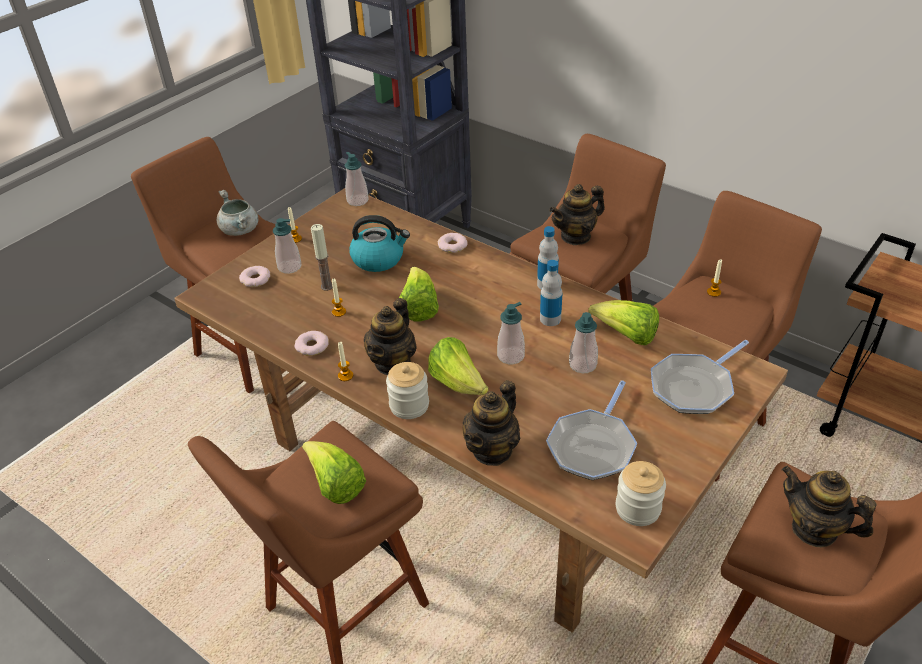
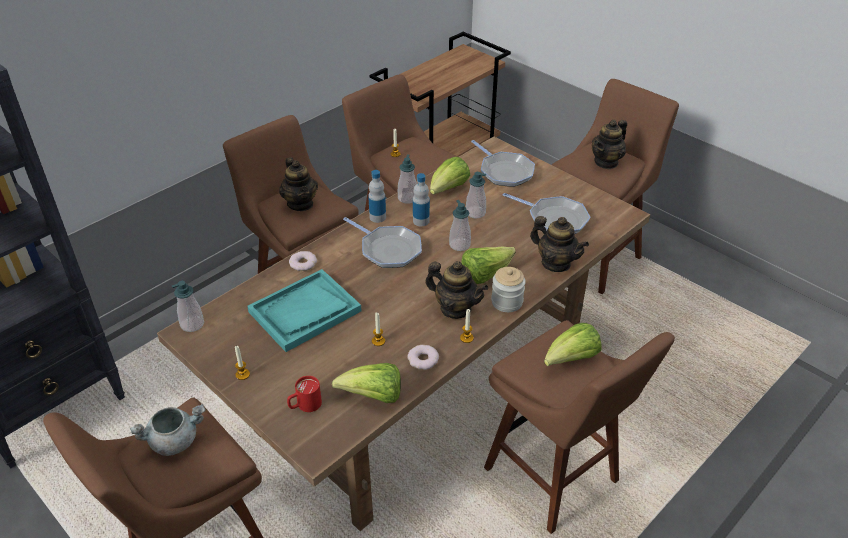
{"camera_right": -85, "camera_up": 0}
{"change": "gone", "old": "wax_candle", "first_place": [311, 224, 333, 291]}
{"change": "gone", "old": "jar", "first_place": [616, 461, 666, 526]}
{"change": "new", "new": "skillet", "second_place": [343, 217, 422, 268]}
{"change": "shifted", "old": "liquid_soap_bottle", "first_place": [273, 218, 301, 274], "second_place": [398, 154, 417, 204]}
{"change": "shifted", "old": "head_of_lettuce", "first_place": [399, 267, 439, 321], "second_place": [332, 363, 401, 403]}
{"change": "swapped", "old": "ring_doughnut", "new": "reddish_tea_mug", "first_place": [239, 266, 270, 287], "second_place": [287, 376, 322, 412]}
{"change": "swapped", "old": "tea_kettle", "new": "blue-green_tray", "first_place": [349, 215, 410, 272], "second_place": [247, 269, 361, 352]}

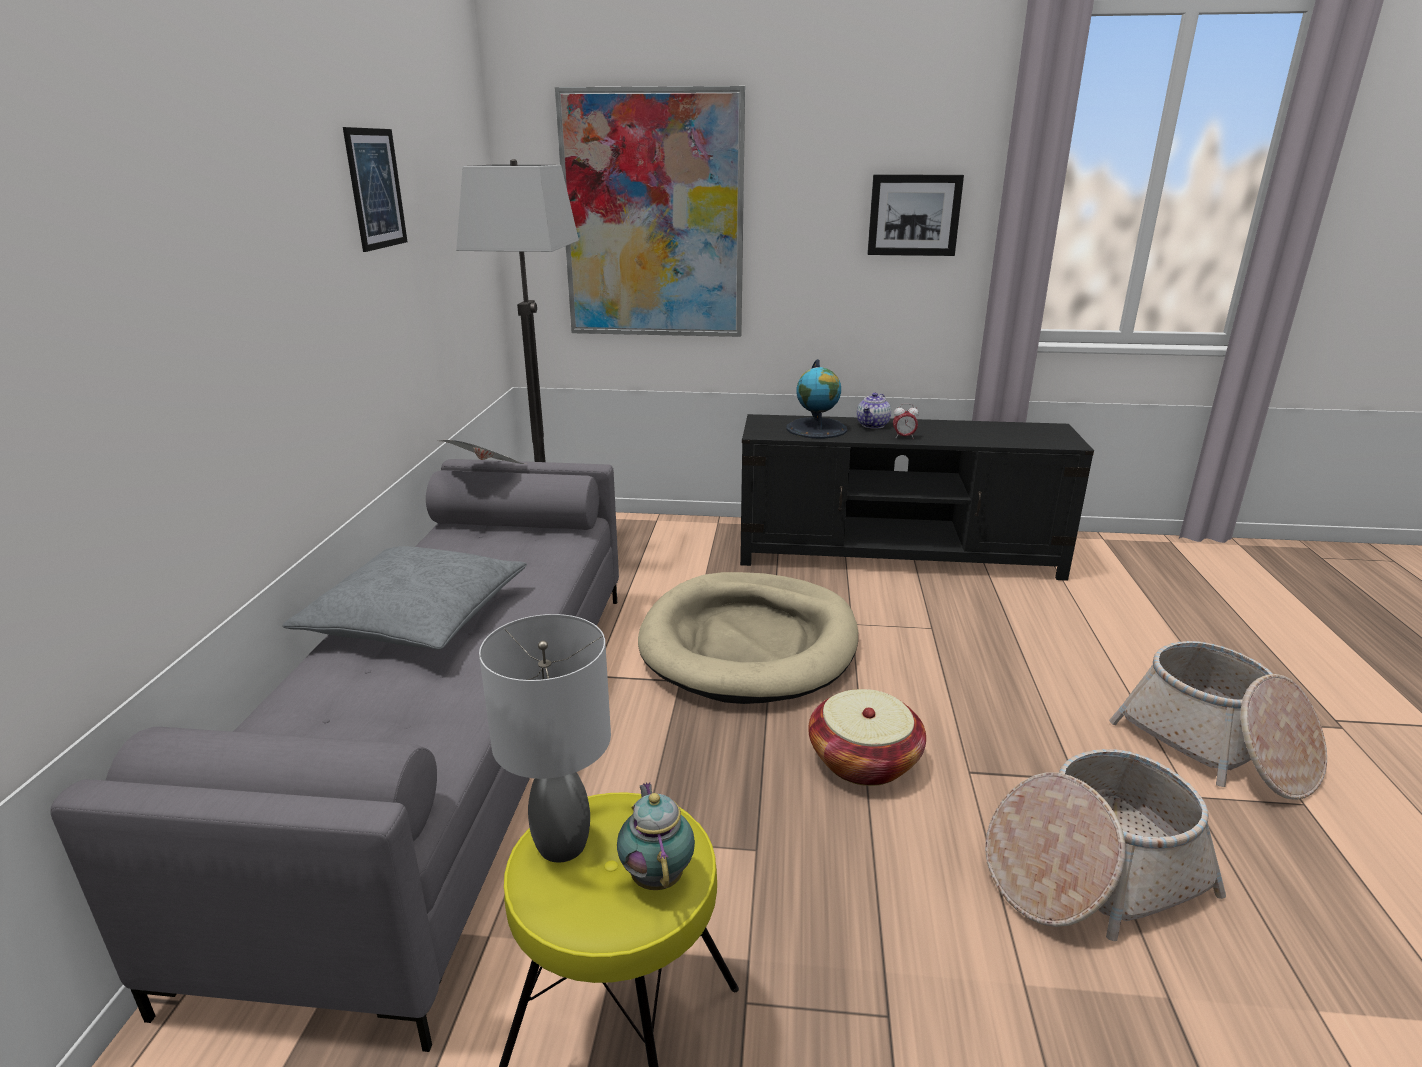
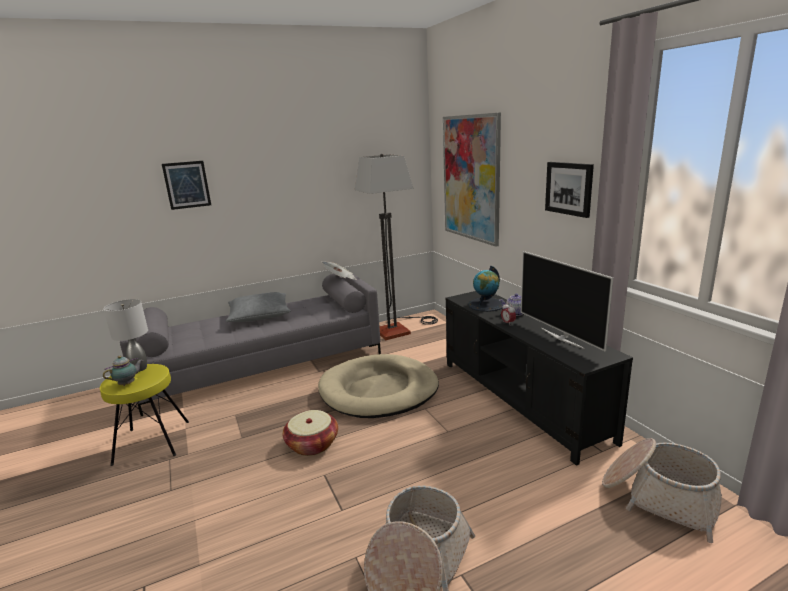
{"camera_right": 60, "camera_up": -5}
{"change": "new", "new": "TV", "second_place": [521, 251, 614, 352]}
{"change": "shifted", "old": "wall_picture", "first_place": [343, 127, 408, 252], "second_place": [162, 161, 211, 210]}
{"change": "shifted", "old": "storage_basket", "first_place": [985, 749, 1226, 941], "second_place": [602, 438, 722, 543]}

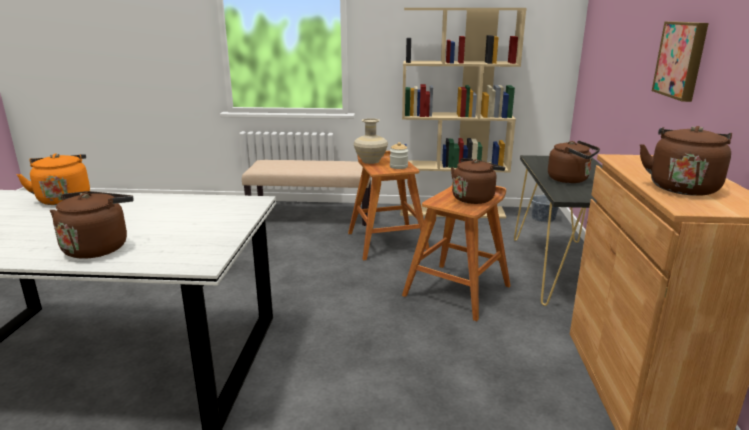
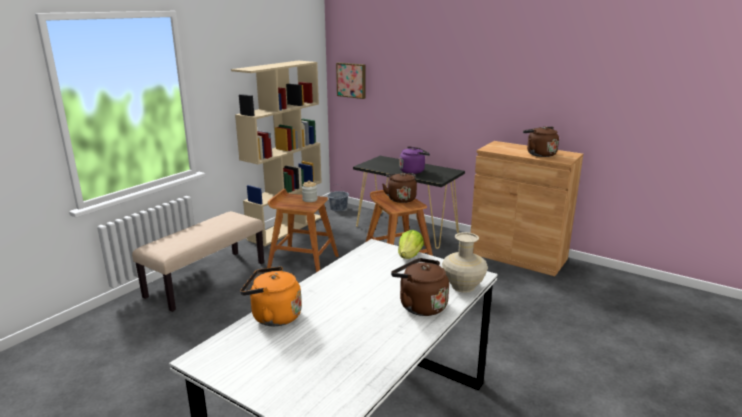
{"camera_right": -60, "camera_up": 0}
{"change": "new", "new": "head_of_lettuce", "second_place": [398, 230, 424, 259]}
{"change": "shifted", "old": "sand-coloured_vase", "first_place": [354, 118, 388, 164], "second_place": [442, 232, 488, 293]}
{"change": "shifted", "old": "wall_picture", "first_place": [652, 21, 709, 102], "second_place": [336, 62, 366, 99]}
{"change": "repainted", "old": "brownish_tea_kettle", "new": "purple-coloured_tea_kettle", "first_place": [548, 140, 600, 183], "second_place": [399, 146, 430, 174]}

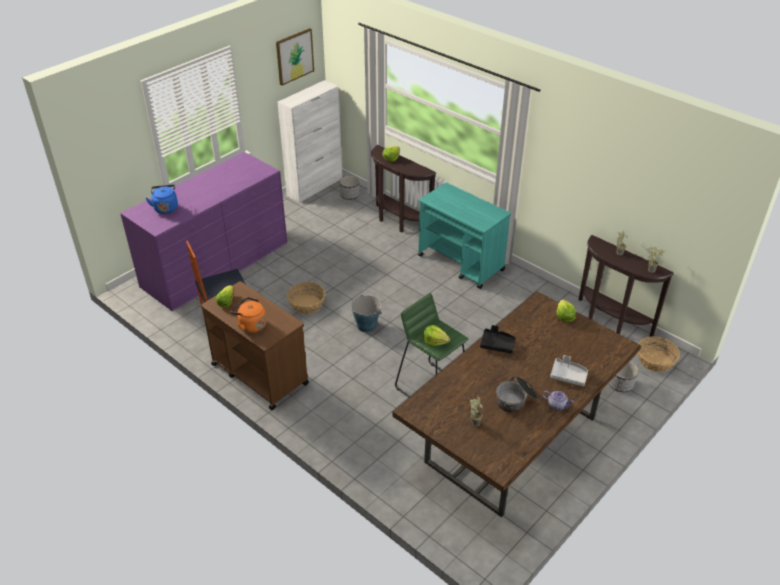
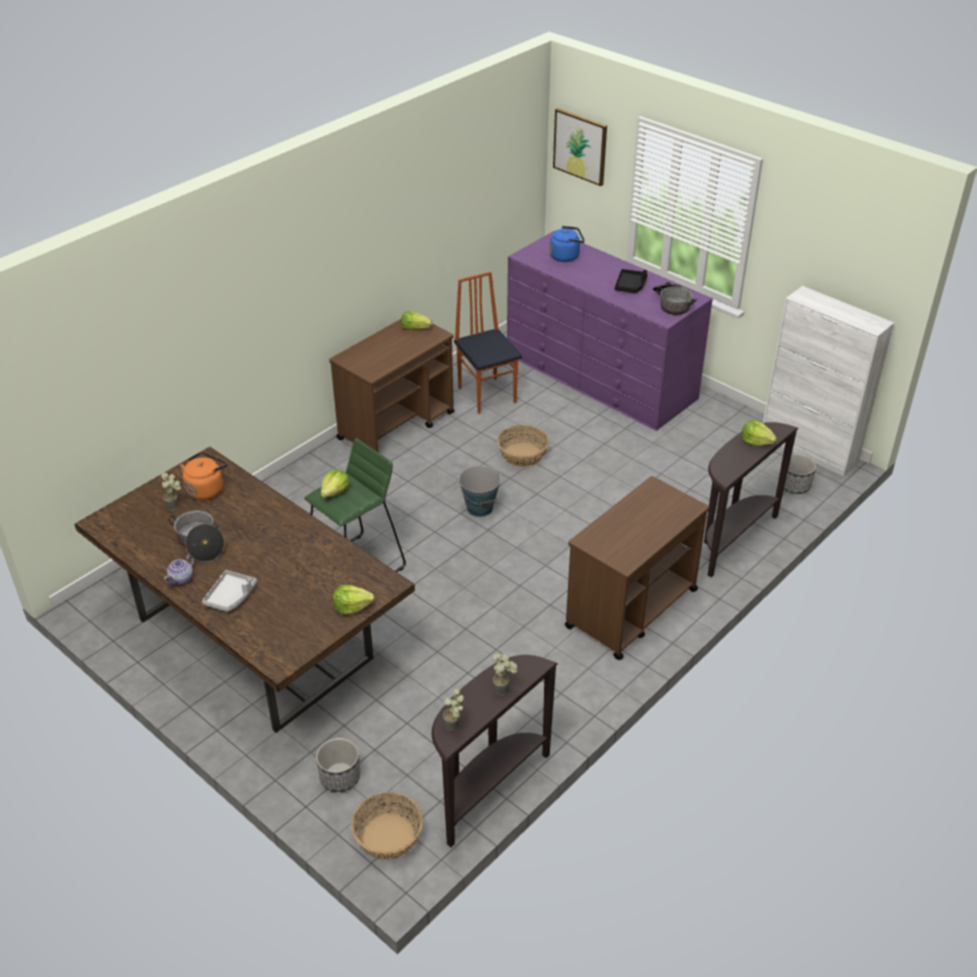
{"camera_right": 90, "camera_up": 0}
{"change": "new", "new": "stockpot", "second_place": [653, 282, 697, 315]}
{"change": "shifted", "old": "orangey_tea_kettle", "first_place": [231, 297, 266, 333], "second_place": [180, 452, 227, 500]}
{"change": "shifted", "old": "wall_picture", "first_place": [276, 28, 314, 86], "second_place": [553, 108, 607, 186]}
{"change": "shifted", "old": "blackish_tray", "first_place": [480, 325, 516, 353], "second_place": [615, 269, 647, 293]}
{"change": "repainted", "old": "blue-green_wheeled_cart", "new": "brownish_wheeled_cart", "first_place": [418, 182, 511, 289], "second_place": [565, 476, 709, 660]}

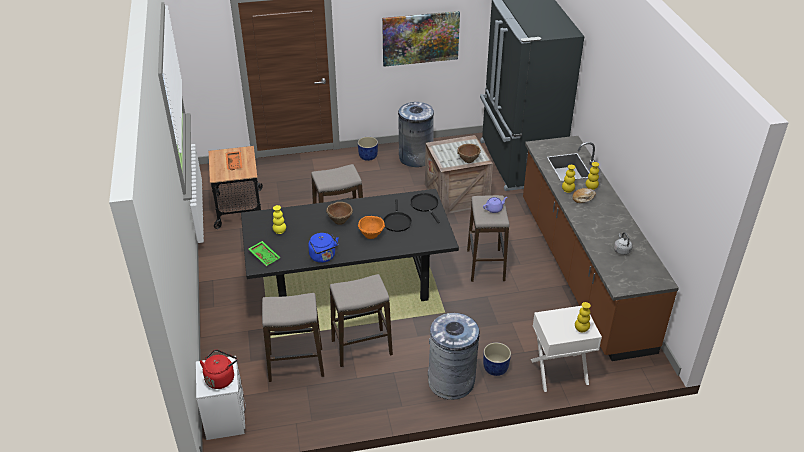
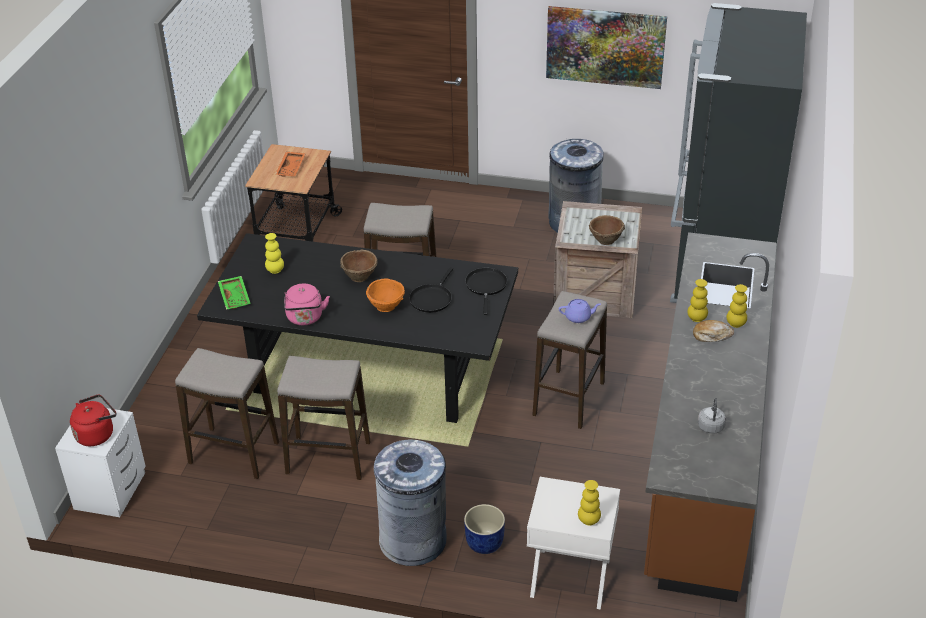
{"camera_right": 25, "camera_up": 0}
{"change": "gone", "old": "blue_flower_pot", "first_place": [358, 137, 378, 161]}
{"change": "repainted", "old": "blue_tea_kettle", "new": "pinkish_tea_kettle", "first_place": [308, 233, 339, 263], "second_place": [284, 284, 330, 325]}

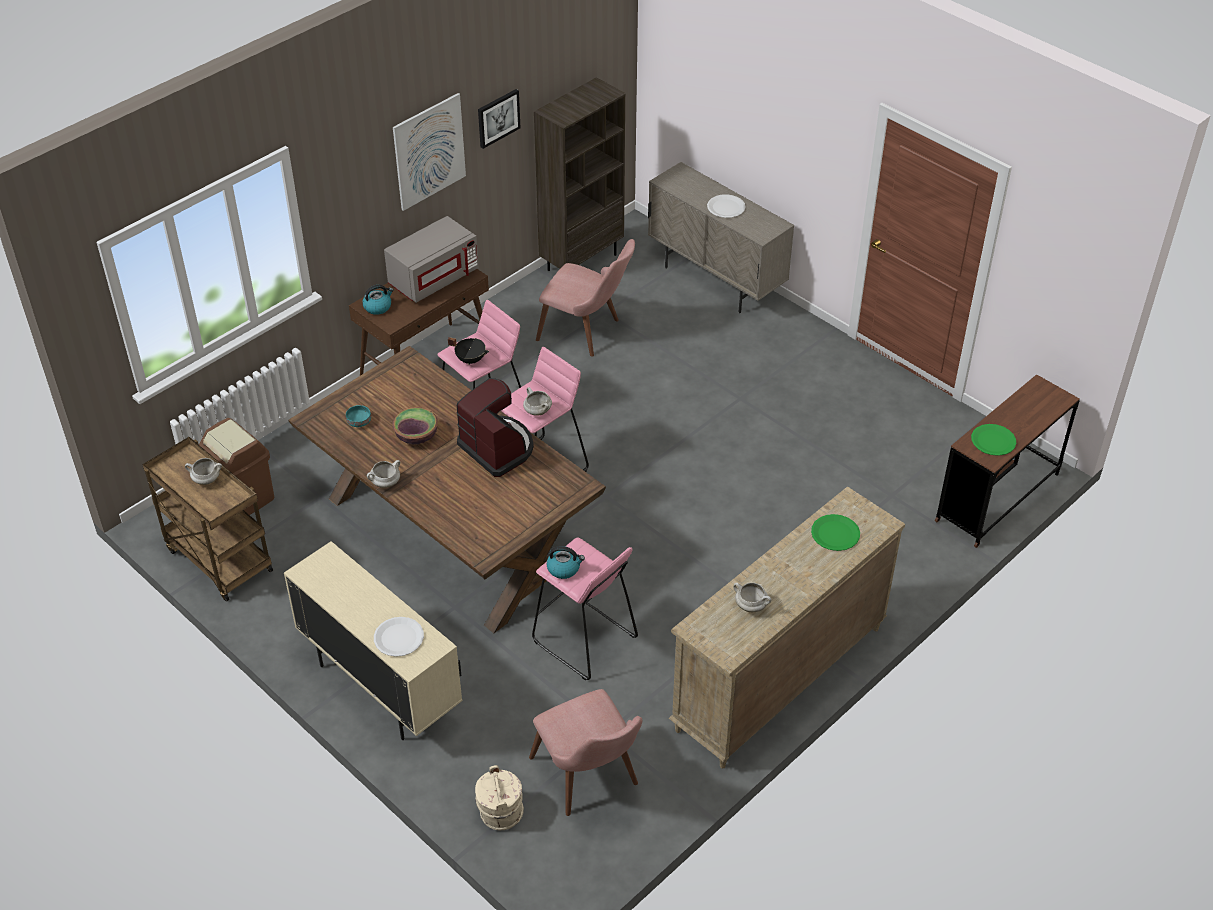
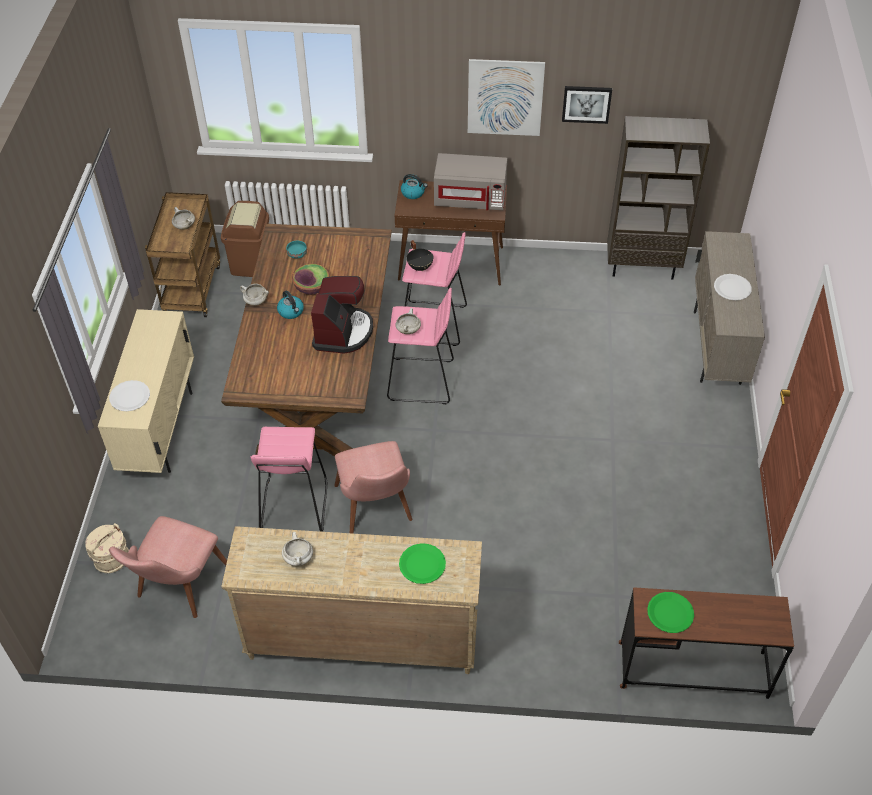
{"camera_right": 50, "camera_up": 5}
{"change": "shifted", "old": "pinkish_upright_chair", "first_place": [536, 239, 635, 357], "second_place": [334, 441, 412, 534]}
{"change": "shifted", "old": "tea_kettle", "first_place": [547, 546, 585, 579], "second_place": [277, 291, 304, 319]}

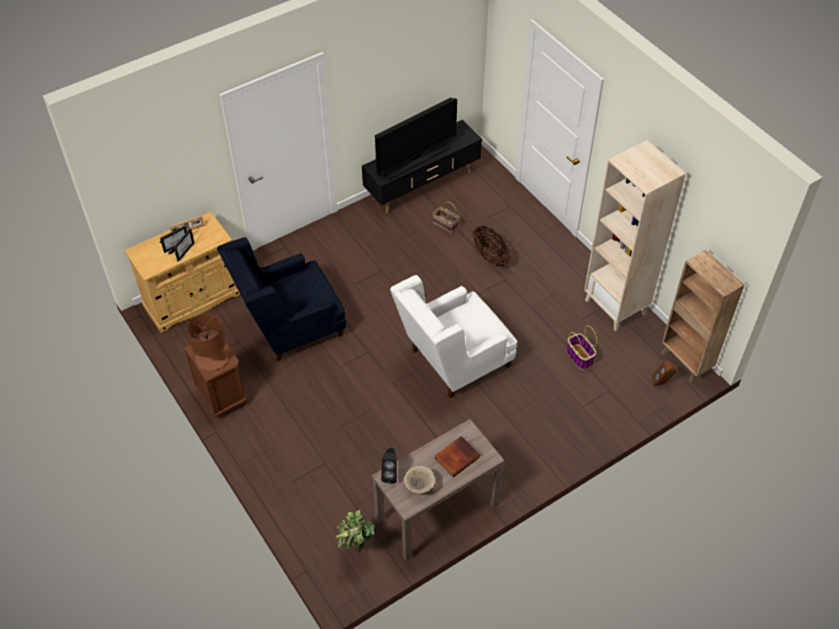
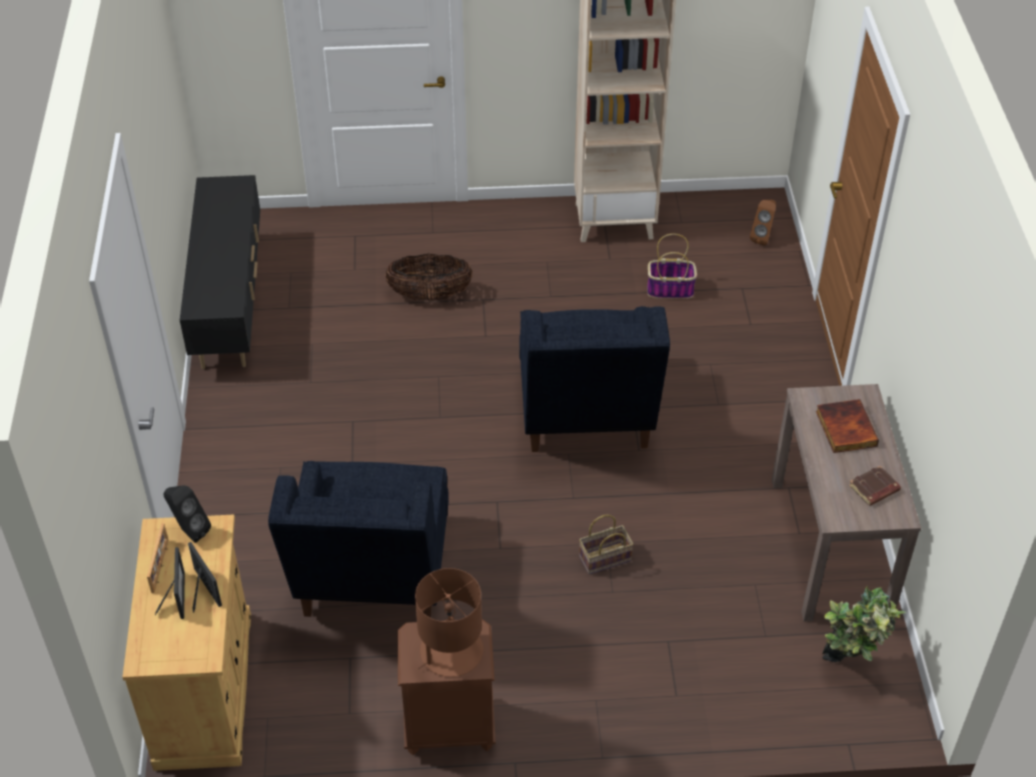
{"camera_right": -60, "camera_up": -5}
{"change": "gone", "old": "TV", "first_place": [375, 98, 457, 180]}
{"change": "gone", "old": "brownish_bookcase", "first_place": [661, 250, 745, 383]}
{"change": "shifted", "old": "blackish_loudspeaker", "first_place": [381, 448, 397, 484], "second_place": [164, 485, 211, 543]}
{"change": "shifted", "old": "storage_basket", "first_place": [433, 202, 460, 234], "second_place": [579, 515, 634, 575]}
{"change": "swapped", "old": "sand-coloured_serving_bowl", "new": "brownish_bound_book", "first_place": [404, 466, 435, 494], "second_place": [849, 466, 901, 506]}
{"change": "repainted", "old": "white-coloured_armchair", "new": "blue_armchair", "first_place": [390, 275, 517, 398], "second_place": [519, 306, 670, 452]}

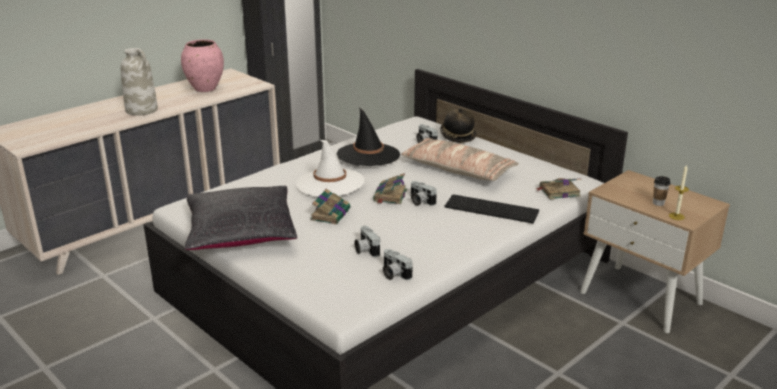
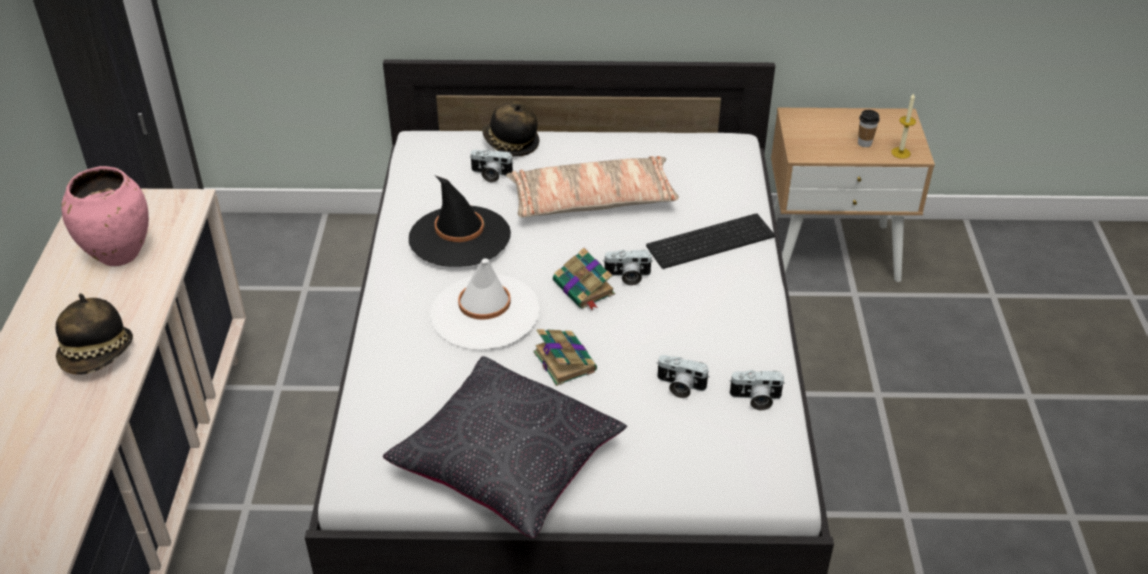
{"camera_right": -45, "camera_up": 15}
{"change": "gone", "old": "bound_book", "first_place": [535, 178, 582, 199]}
{"change": "swapped", "old": "white-coloured_vase", "new": "hat", "first_place": [121, 48, 158, 116], "second_place": [56, 293, 133, 375]}

